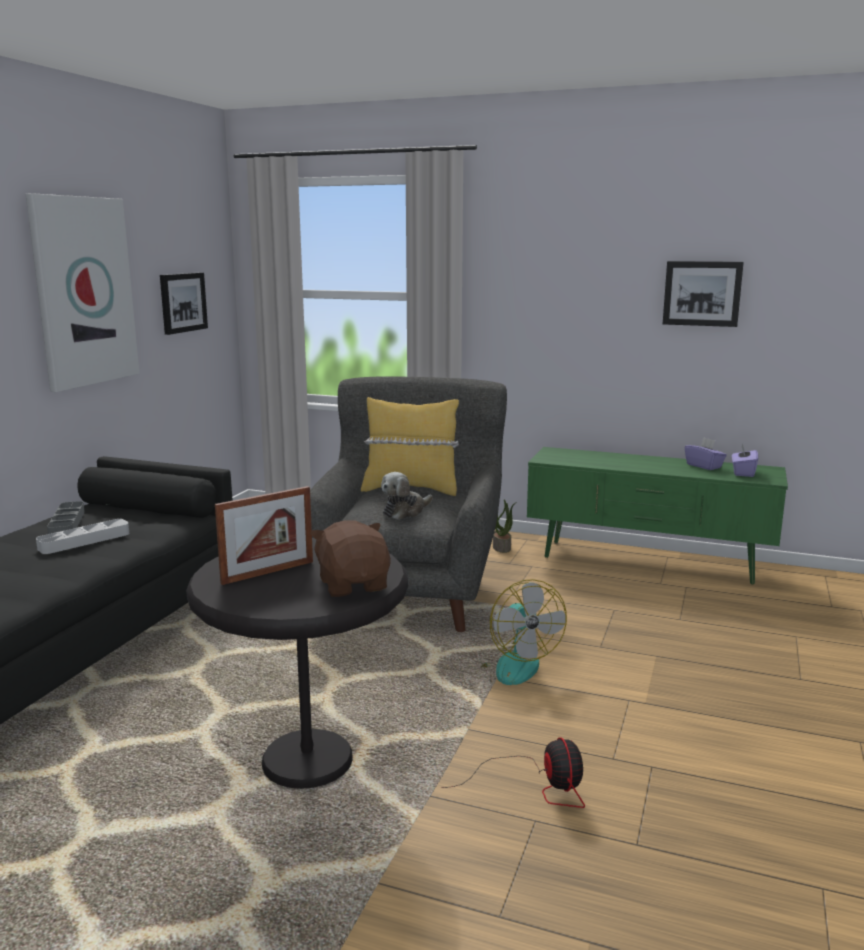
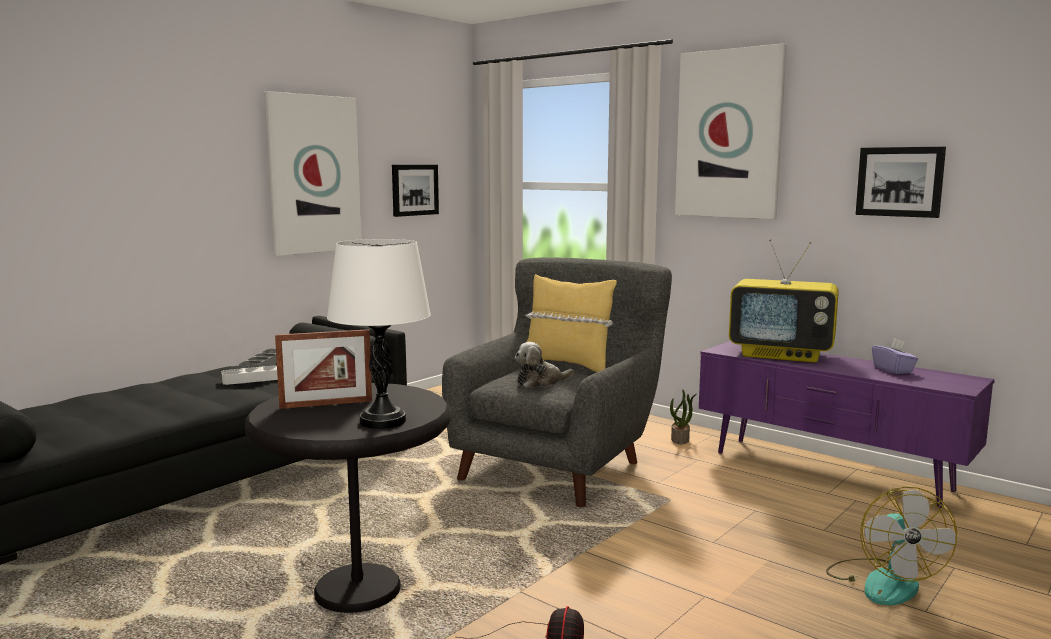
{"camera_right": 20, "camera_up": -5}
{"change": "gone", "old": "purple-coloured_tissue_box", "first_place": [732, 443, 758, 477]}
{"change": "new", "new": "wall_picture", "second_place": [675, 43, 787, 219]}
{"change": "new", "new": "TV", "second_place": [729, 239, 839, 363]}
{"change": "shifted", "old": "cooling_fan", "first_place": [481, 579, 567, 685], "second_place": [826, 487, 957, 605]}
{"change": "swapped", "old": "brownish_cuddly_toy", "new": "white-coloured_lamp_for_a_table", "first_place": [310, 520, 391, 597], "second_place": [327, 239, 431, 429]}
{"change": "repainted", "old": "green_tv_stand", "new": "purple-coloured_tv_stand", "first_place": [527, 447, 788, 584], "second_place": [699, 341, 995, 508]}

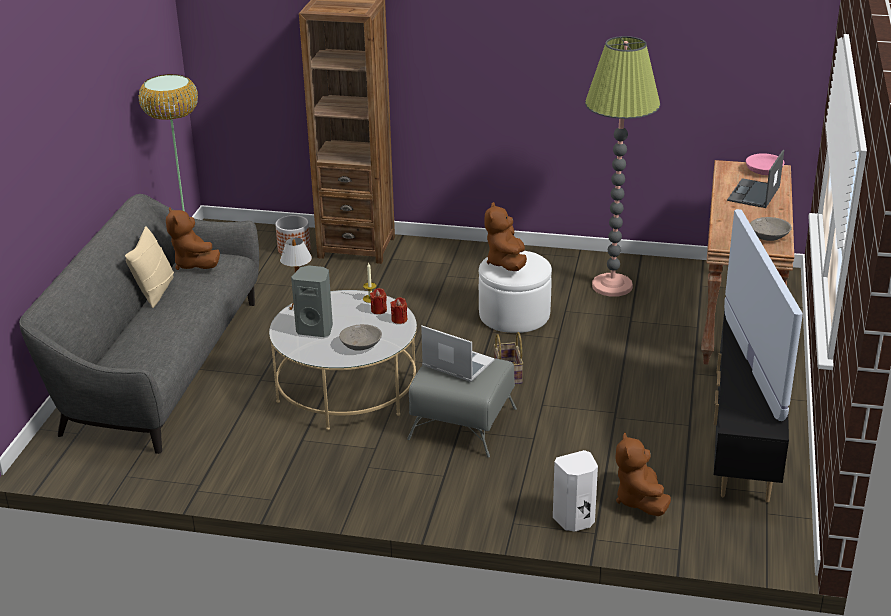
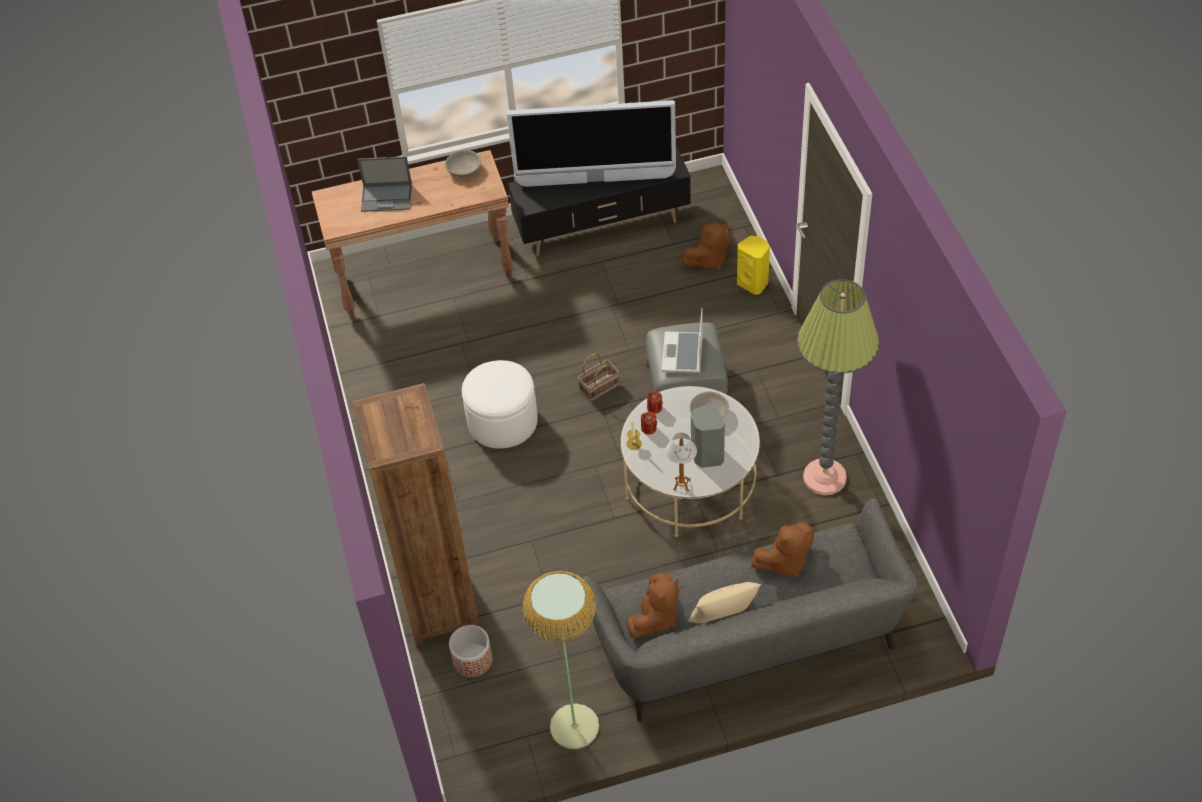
{"camera_right": -115, "camera_up": 20}
{"change": "gone", "old": "pinkish_serving_bowl", "first_place": [746, 153, 784, 175]}
{"change": "shifted", "old": "brownish_cuddly_toy", "first_place": [484, 202, 527, 271], "second_place": [751, 522, 814, 577]}
{"change": "shifted", "old": "standard_lamp", "first_place": [585, 36, 660, 297], "second_place": [797, 279, 880, 496]}
{"change": "repainted", "old": "white-coloured_loudspeaker", "new": "yellow-coloured_loudspeaker", "first_place": [553, 450, 598, 532], "second_place": [737, 236, 770, 295]}
{"change": "rotated", "old": "TV", "first_place": [724, 209, 803, 421], "second_place": [507, 100, 676, 187], "degrees": -150}

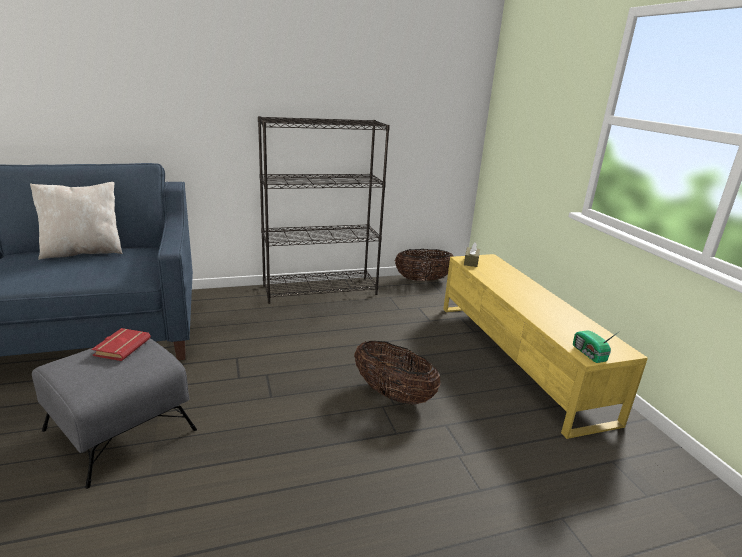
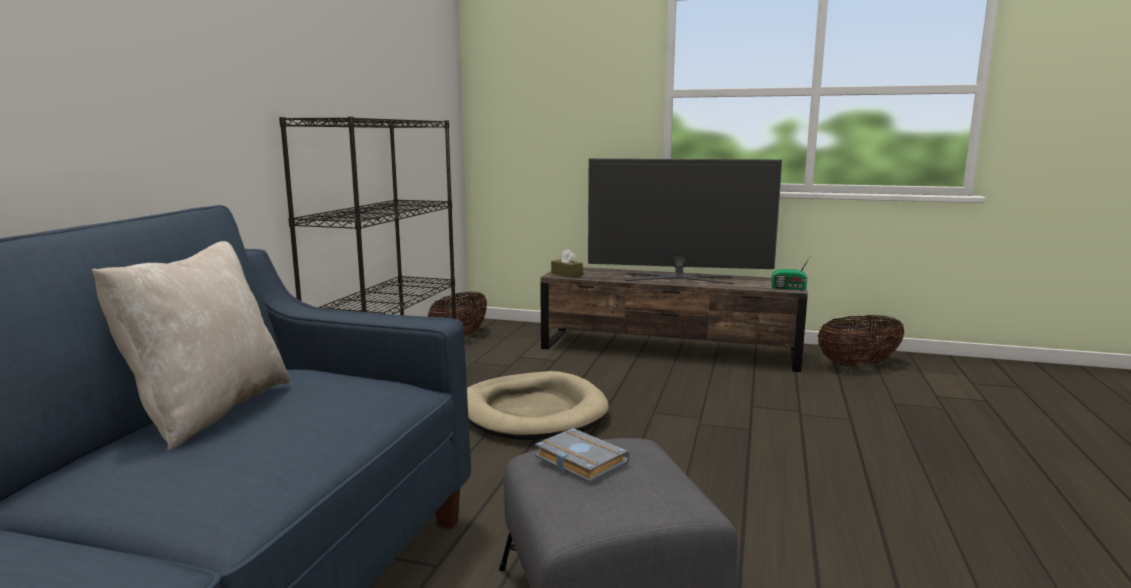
{"camera_right": -55, "camera_up": -10}
{"change": "new", "new": "sand-coloured_dog_bed", "second_place": [467, 371, 609, 440]}
{"change": "new", "new": "TV", "second_place": [588, 158, 782, 284]}
{"change": "shifted", "old": "storage_basket", "first_place": [354, 340, 441, 404], "second_place": [818, 315, 904, 366]}
{"change": "repainted", "old": "reddish_bound_book", "new": "grey_bound_book", "first_place": [92, 328, 151, 361], "second_place": [535, 428, 630, 483]}
{"change": "repainted", "old": "yellow-coloured_tv_stand", "new": "brownish_tv_stand", "first_place": [443, 254, 648, 439], "second_place": [540, 267, 808, 372]}

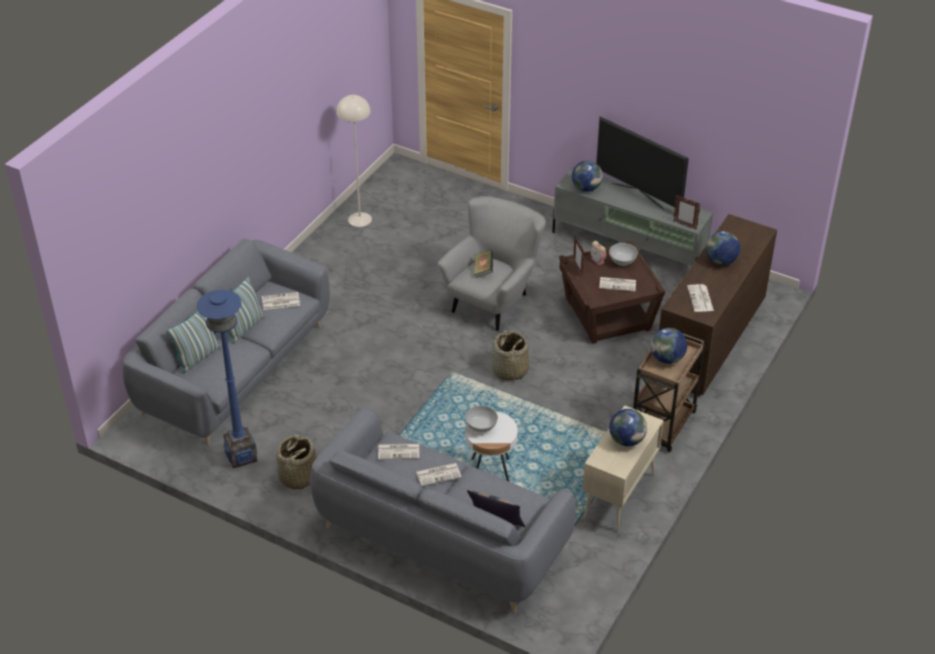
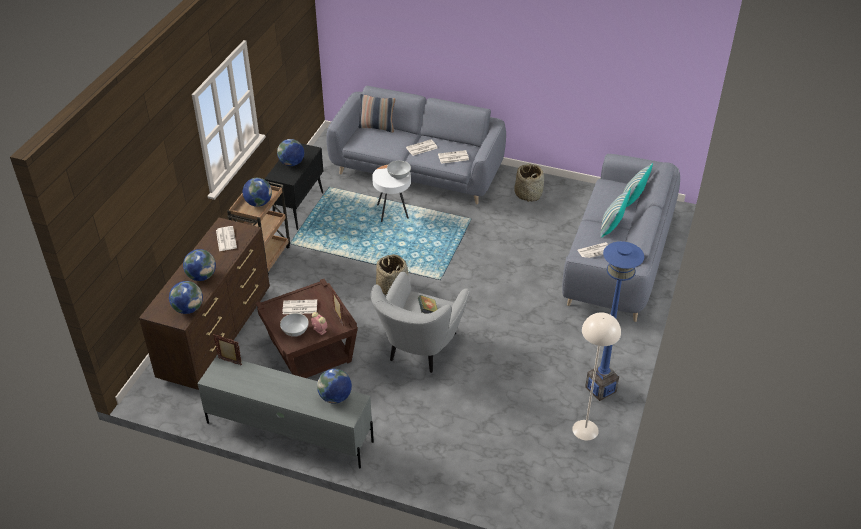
{"camera_right": 170, "camera_up": 0}
{"change": "gone", "old": "TV", "first_place": [596, 116, 689, 209]}
{"change": "new", "new": "world_globe", "second_place": [169, 281, 203, 314]}
{"change": "shifted", "old": "blue_standard_lamp", "first_place": [197, 290, 257, 469], "second_place": [585, 241, 644, 401]}
{"change": "repainted", "old": "sand-coloured_cupboard", "new": "blackish_cupboard", "first_place": [583, 405, 664, 531], "second_place": [265, 143, 323, 230]}

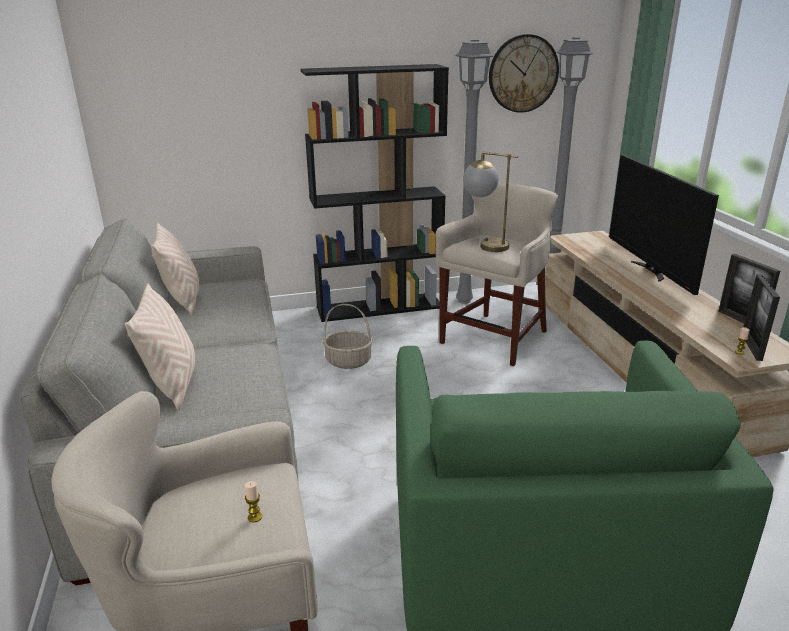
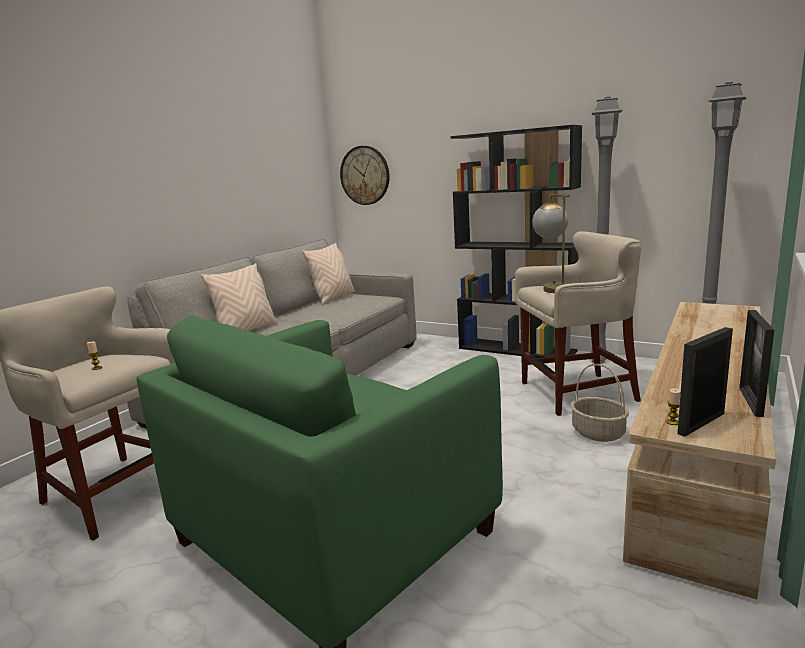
{"camera_right": 45, "camera_up": -10}
{"change": "gone", "old": "TV", "first_place": [609, 155, 719, 295]}
{"change": "shifted", "old": "storage_basket", "first_place": [323, 304, 372, 369], "second_place": [571, 364, 629, 442]}
{"change": "shifted", "old": "wall_clock", "first_place": [489, 34, 559, 113], "second_place": [340, 146, 390, 205]}

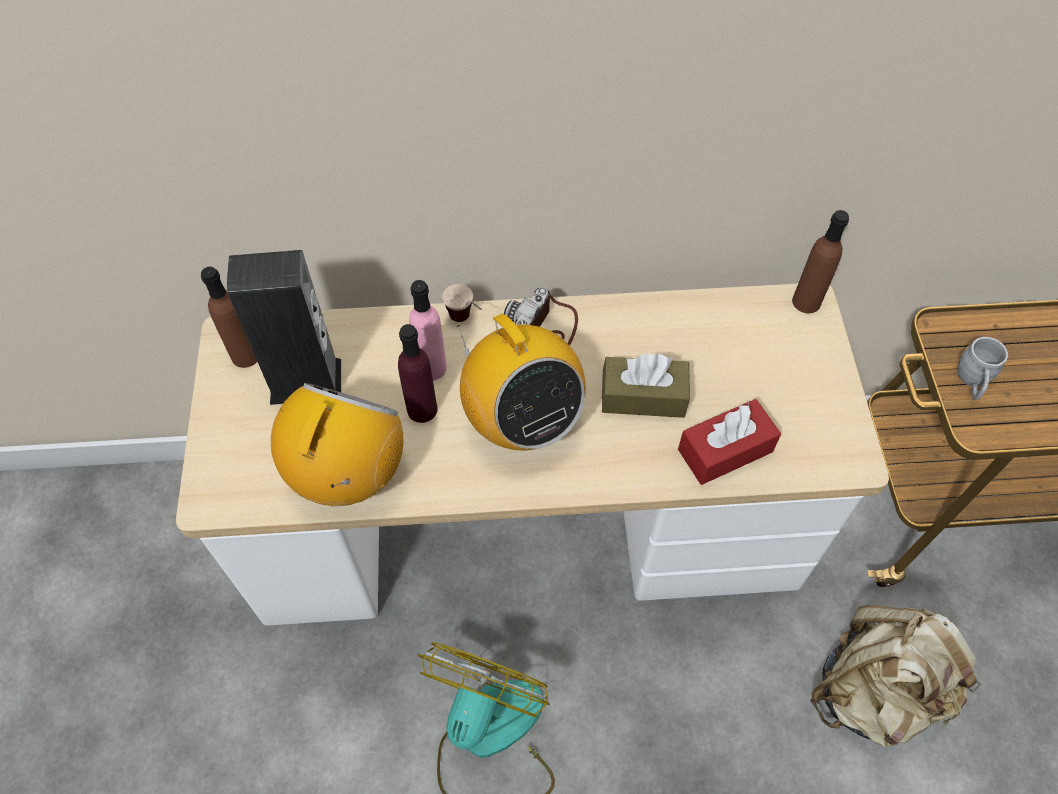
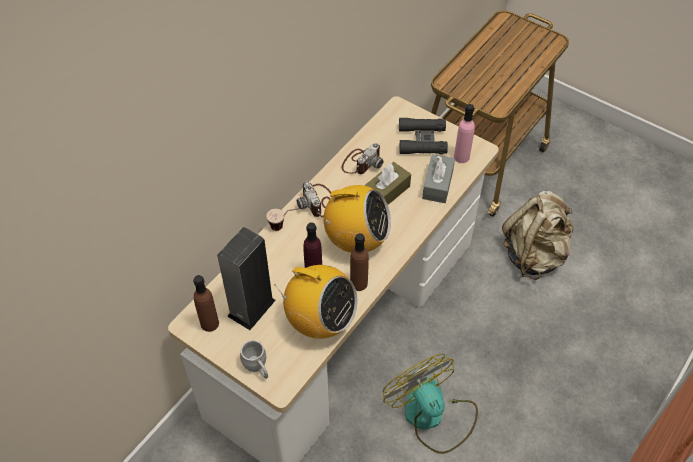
{"camera_right": -50, "camera_up": -5}
{"change": "new", "new": "still_camera", "second_place": [342, 143, 384, 174]}
{"change": "new", "new": "blackish_field_glasses", "second_place": [399, 118, 448, 154]}
{"change": "shifted", "old": "pinkish_drink_bottle", "first_place": [409, 280, 447, 380], "second_place": [454, 104, 475, 163]}
{"change": "shifted", "old": "brownish_drink_bottle", "first_place": [792, 210, 849, 313], "second_place": [350, 233, 369, 291]}
{"change": "shifted", "old": "grey_tea_mug", "first_place": [958, 337, 1008, 400], "second_place": [240, 340, 268, 379]}
{"change": "repainted", "old": "reddish_tissue_box", "new": "grey_tissue_box", "first_place": [678, 399, 781, 485], "second_place": [422, 154, 455, 203]}
{"change": "rotated", "old": "radio", "first_place": [271, 383, 404, 506], "second_place": [274, 265, 357, 339], "degrees": 150}

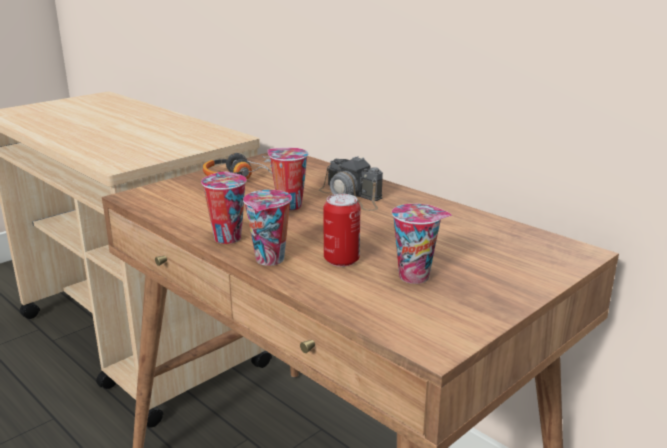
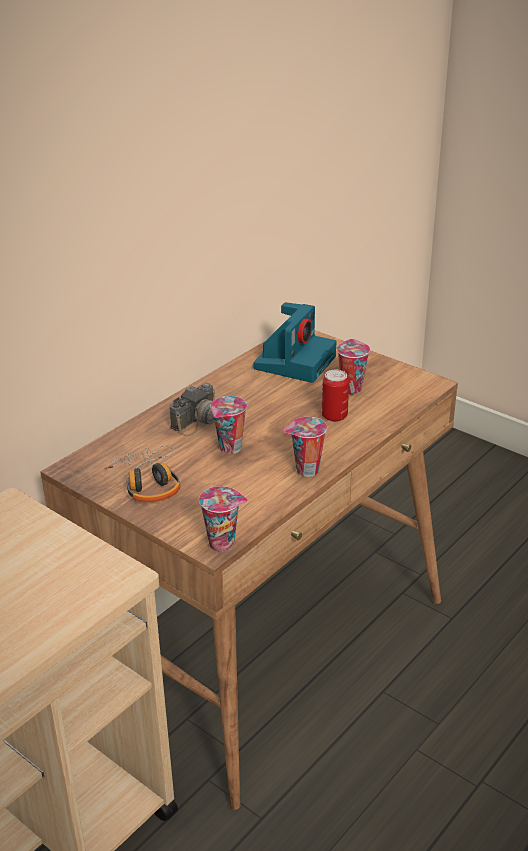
{"camera_right": -95, "camera_up": 10}
{"change": "new", "new": "still_camera", "second_place": [253, 302, 336, 383]}
{"change": "shifted", "old": "cup", "first_place": [243, 190, 292, 266], "second_place": [199, 486, 248, 552]}

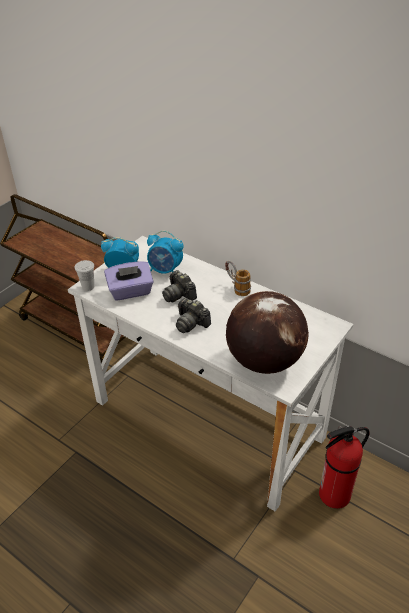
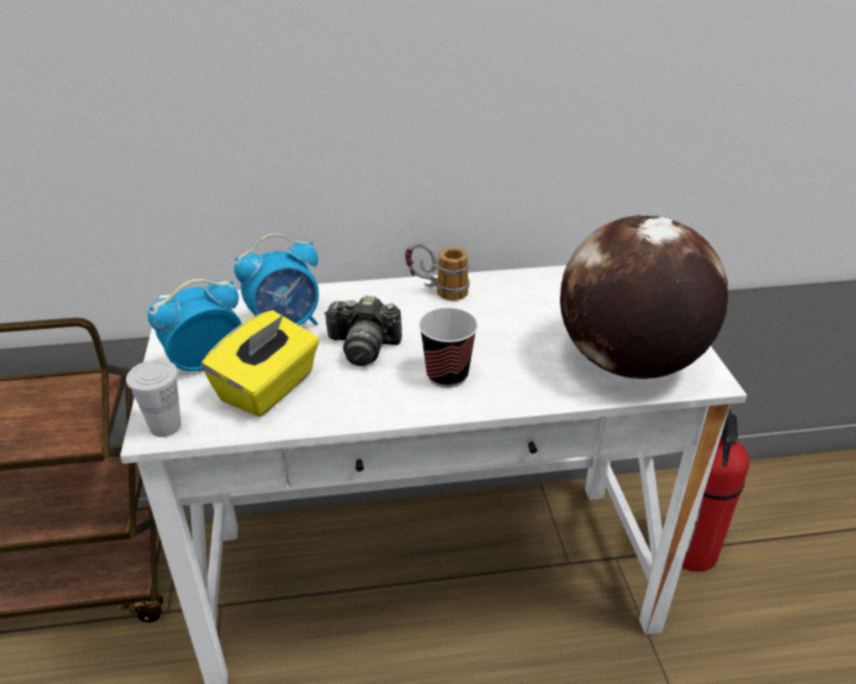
{"camera_right": -45, "camera_up": -5}
{"change": "swapped", "old": "still_camera", "new": "cup", "first_place": [176, 298, 211, 333], "second_place": [419, 308, 478, 388]}
{"change": "repainted", "old": "purple-coloured_tissue_box", "new": "yellow-coloured_tissue_box", "first_place": [104, 261, 153, 301], "second_place": [201, 310, 319, 417]}

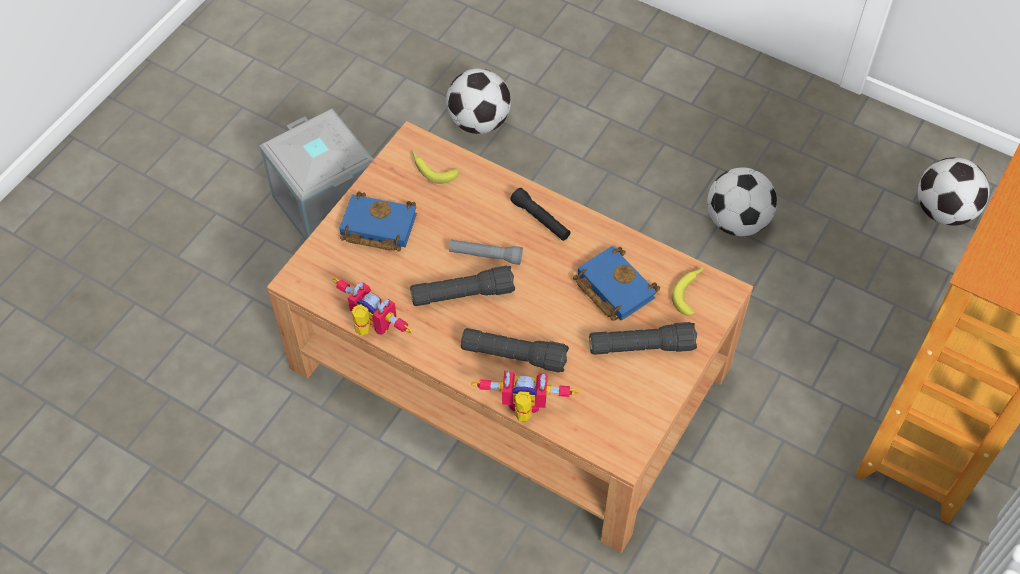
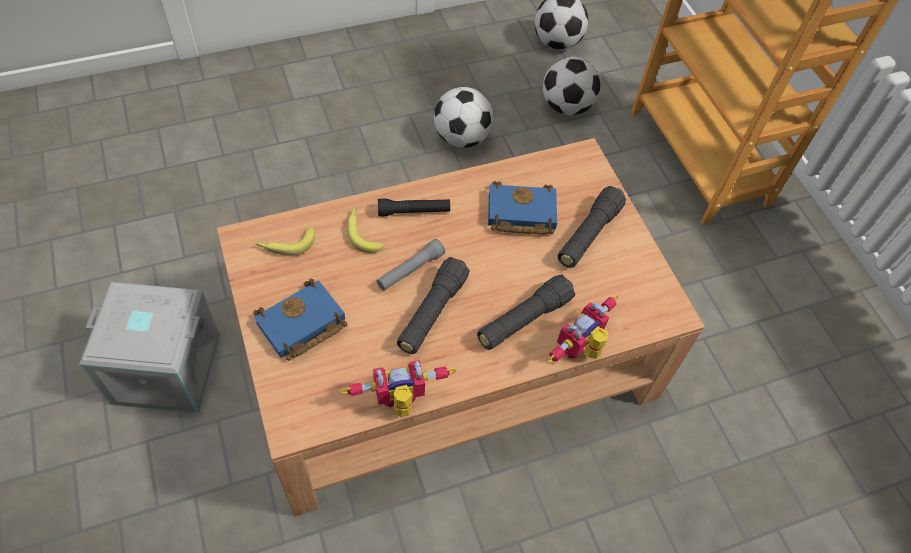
{"camera_right": -55, "camera_up": 0}
{"change": "shifted", "old": "football", "first_place": [446, 68, 511, 134], "second_place": [543, 57, 601, 116]}
{"change": "shifted", "old": "banana_fruit", "first_place": [672, 267, 704, 316], "second_place": [347, 206, 384, 253]}

